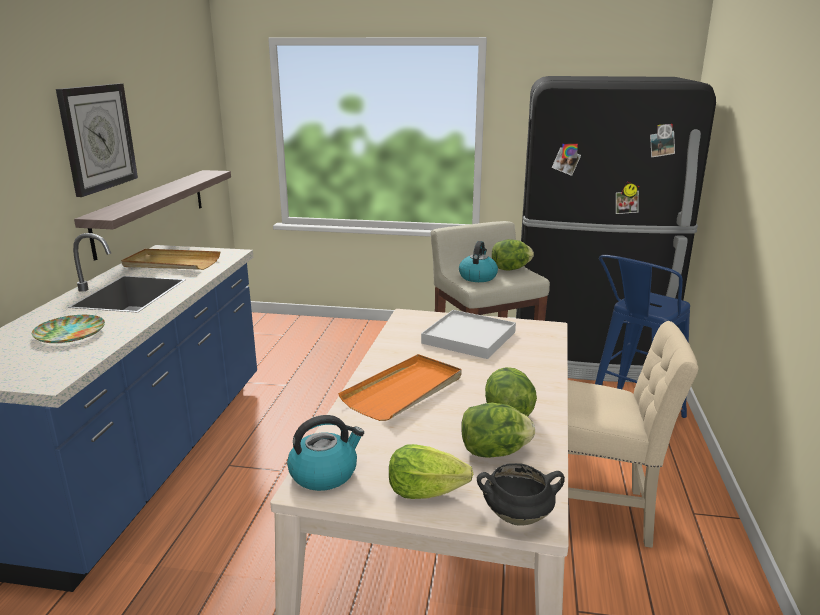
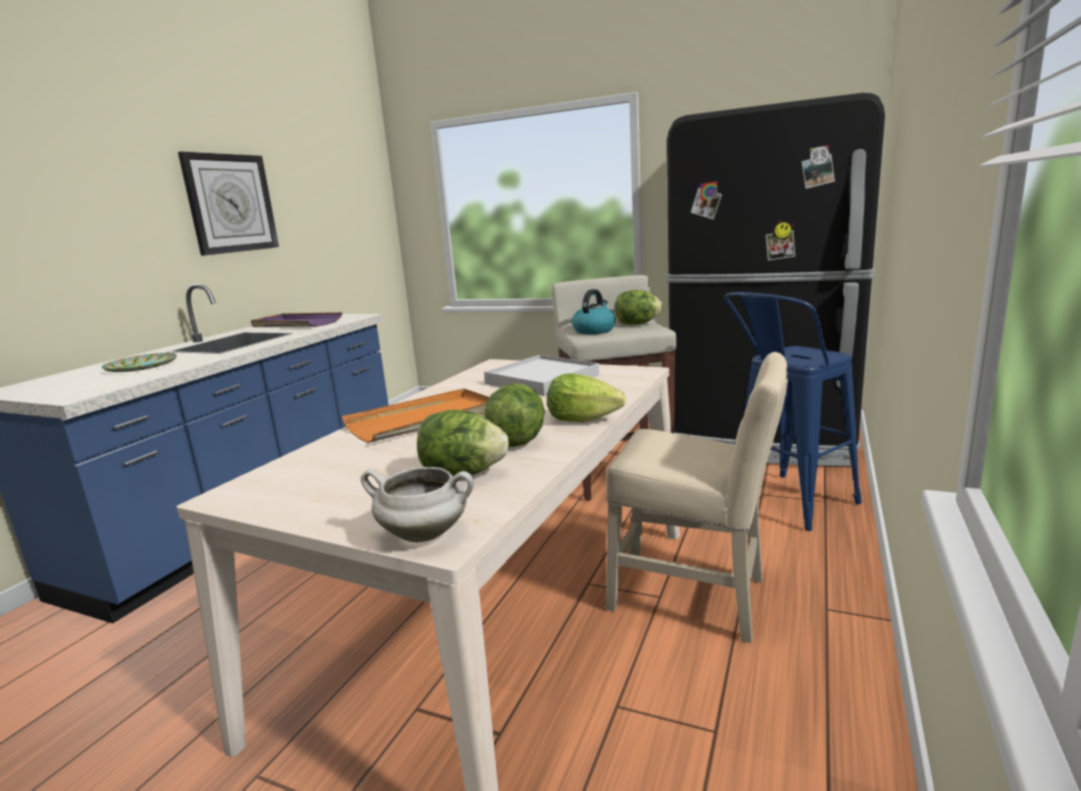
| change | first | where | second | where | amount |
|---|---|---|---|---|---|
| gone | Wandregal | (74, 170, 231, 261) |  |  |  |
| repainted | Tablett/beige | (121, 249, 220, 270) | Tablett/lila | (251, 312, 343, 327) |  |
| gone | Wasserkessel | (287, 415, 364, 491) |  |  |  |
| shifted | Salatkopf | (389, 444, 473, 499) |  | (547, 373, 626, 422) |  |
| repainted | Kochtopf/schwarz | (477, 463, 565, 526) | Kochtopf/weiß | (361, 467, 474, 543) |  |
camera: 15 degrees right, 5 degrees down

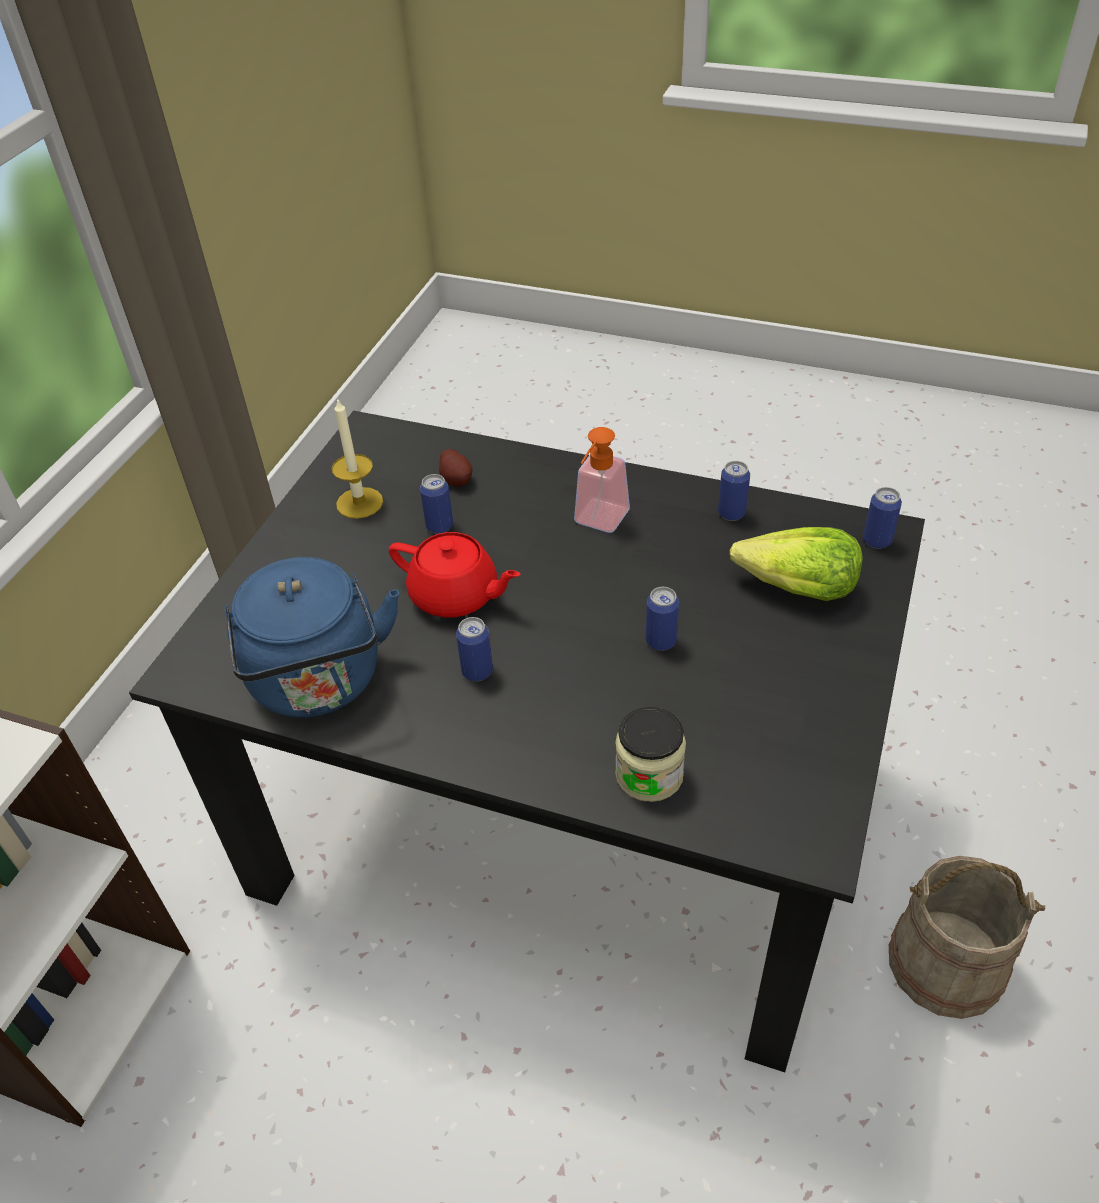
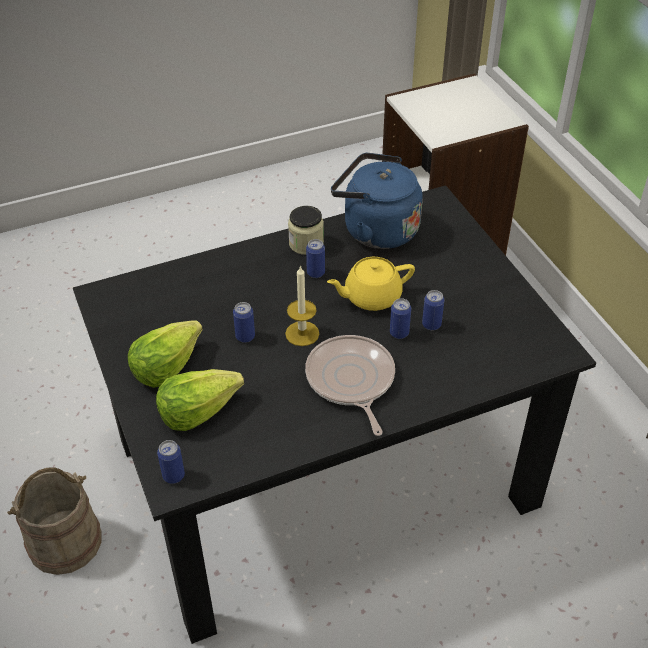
| change | first | where | second | where | amount |
|---|---|---|---|---|---|
| shifted | Kerze | (332, 398, 383, 519) |  | (285, 265, 319, 346) |  |
| repainted | Teekanne/rot | (389, 532, 521, 617) | Teekanne/gelb | (327, 257, 415, 311) |  |
| gone | Kartoffel | (439, 449, 472, 486) |  |  |  |
| swapped | Seifenspender | (574, 427, 630, 533) | Pfanne | (305, 335, 395, 436) |  |
| shifted | Vorratsglas | (615, 707, 686, 802) |  | (288, 206, 324, 255) |  |
| shifted | Dose | (718, 461, 750, 521) |  | (390, 298, 411, 339) |  |
| new |  |  | Salatkopf | (128, 321, 203, 388) |  |
camera: 135 degrees right, 0 degrees up

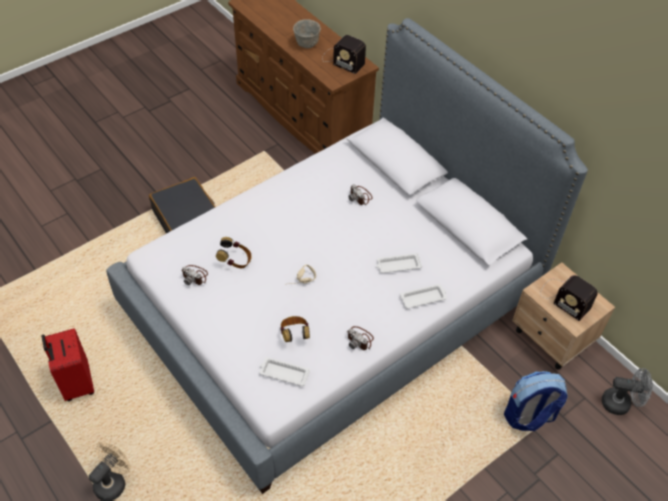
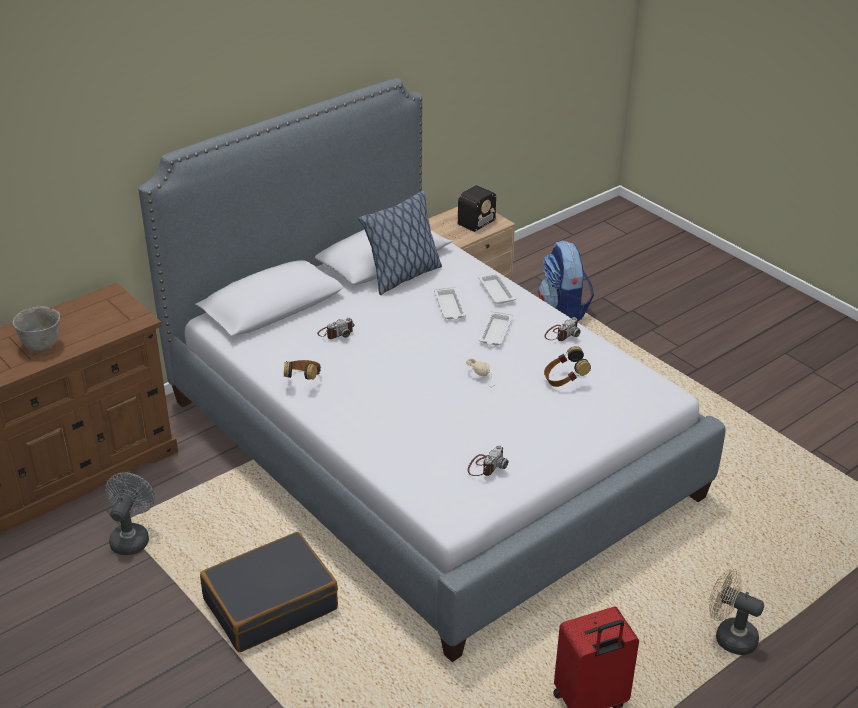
| change | first | where | second | where | amount |
|---|---|---|---|---|---|
| shifted | Kopfhörer | (216, 237, 252, 268) |  | (284, 360, 321, 380) |  |
| shifted | Tablett/weiß | (259, 357, 310, 386) |  | (479, 311, 513, 345) |  |
| gone | Radio | (322, 35, 366, 74) |  |  |  |
| shifted | Ventilator/grau | (602, 368, 653, 415) |  | (105, 472, 155, 555) |  |
| new |  |  | Kissen | (358, 190, 442, 295) |  |
camera: 90 degrees left, 15 degrees down

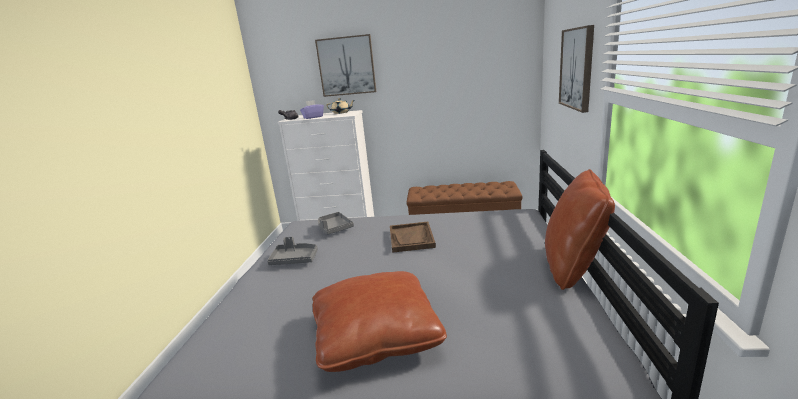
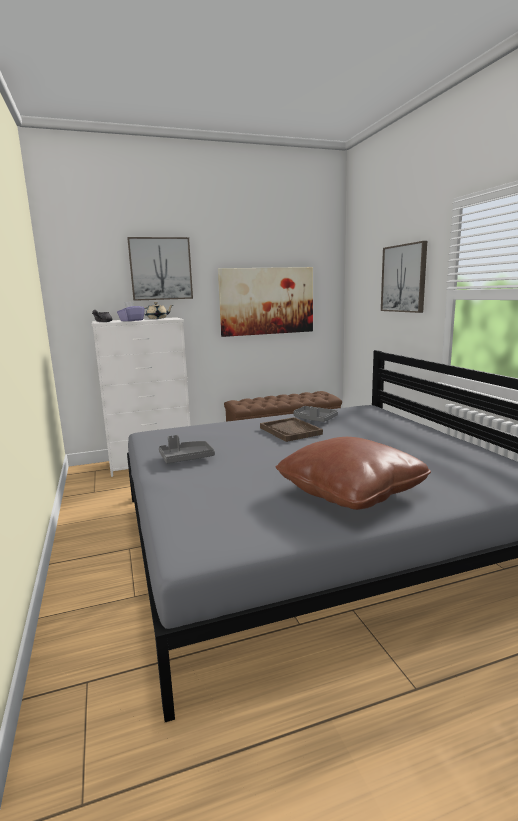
| change | first | where | second | where | amount |
|---|---|---|---|---|---|
| shifted | Tablett/grau | (318, 212, 354, 235) |  | (293, 406, 338, 422) |  |
| gone | Kissen/braun | (545, 169, 615, 290) |  |  |  |
| new |  |  | Bild | (218, 267, 313, 337) |  |
camera: 25 degrees left, 5 degrees down

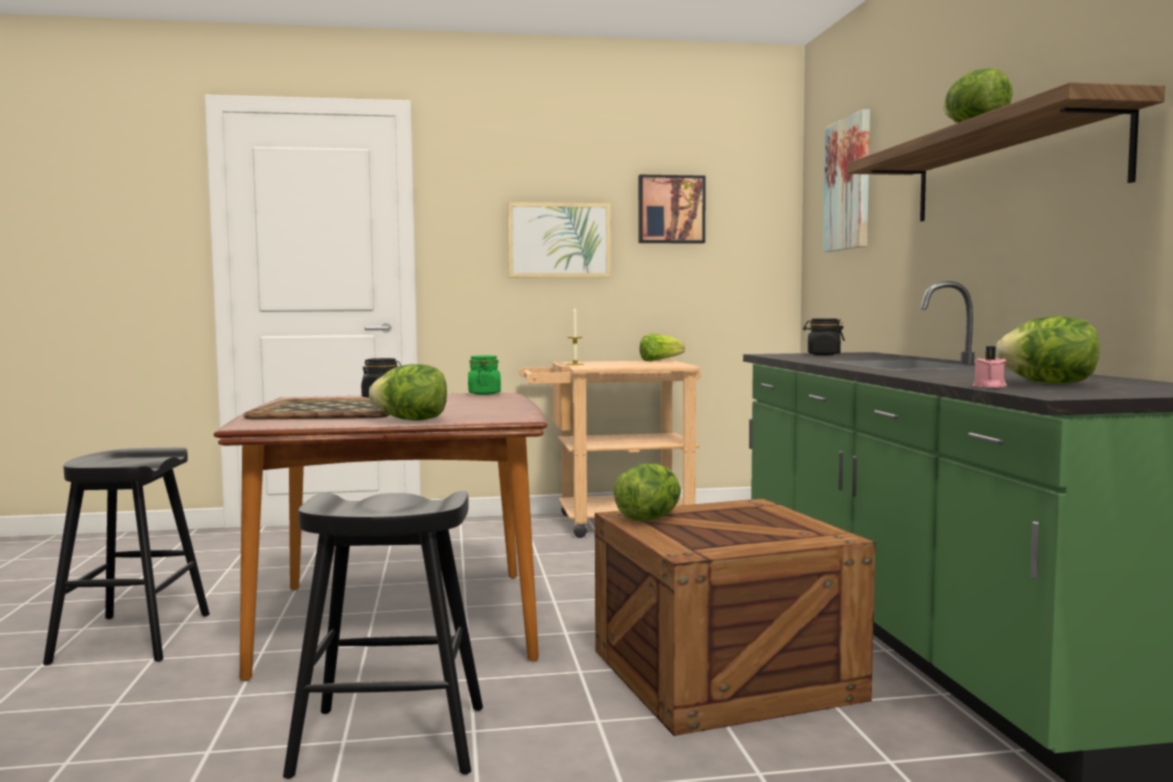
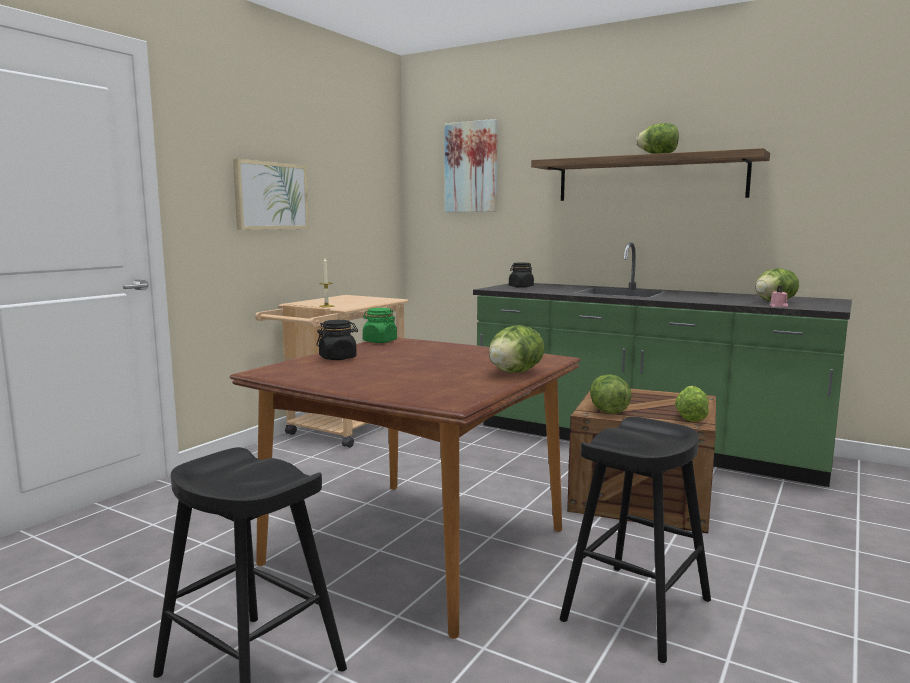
| change | first | where | second | where | amount |
|---|---|---|---|---|---|
| gone | Tablett | (243, 398, 389, 419) |  |  |  |
| gone | Bild | (638, 175, 706, 243) |  |  |  |
| shifted | Salatkopf | (640, 333, 685, 362) |  | (675, 386, 709, 422) |  |
camera: 50 degrees left, 5 degrees up

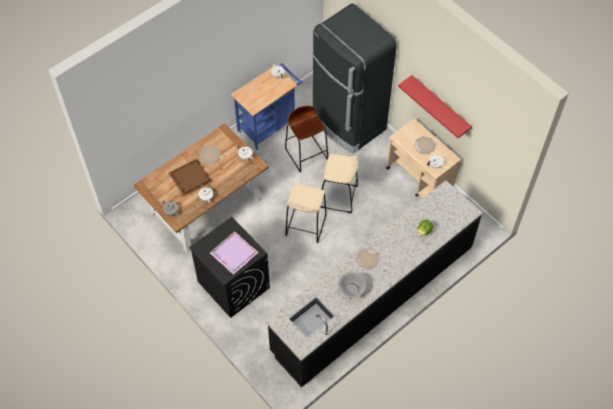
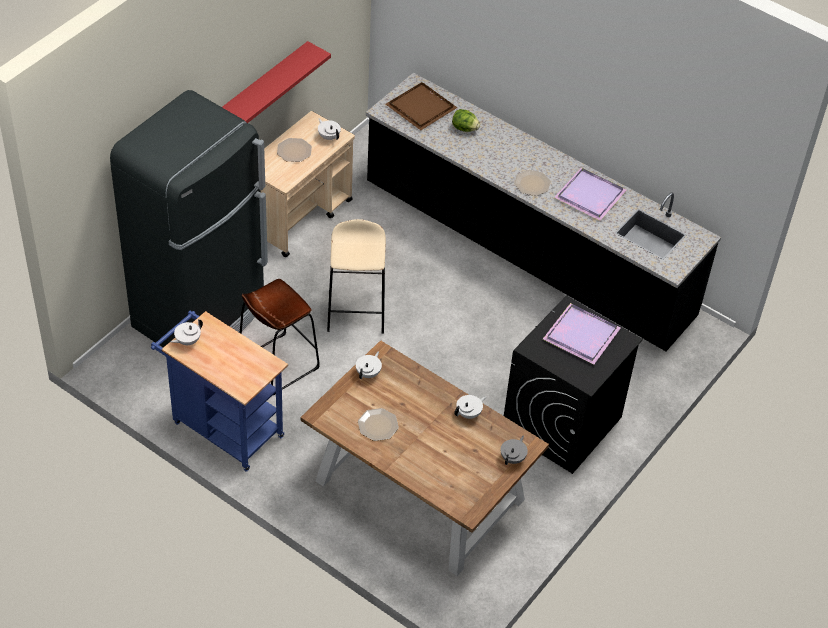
| change | first | where | second | where | amount |
|---|---|---|---|---|---|
| shifted | Tablett/braun | (169, 159, 212, 196) |  | (386, 82, 457, 130) |  |
| gone | Hocker/beige | (285, 184, 327, 243) |  |  |  |
| swapped | Kochtopf | (337, 272, 367, 299) | Tablett/lila | (554, 168, 627, 221) |  |
camera: 105 degrees left, 10 degrees down

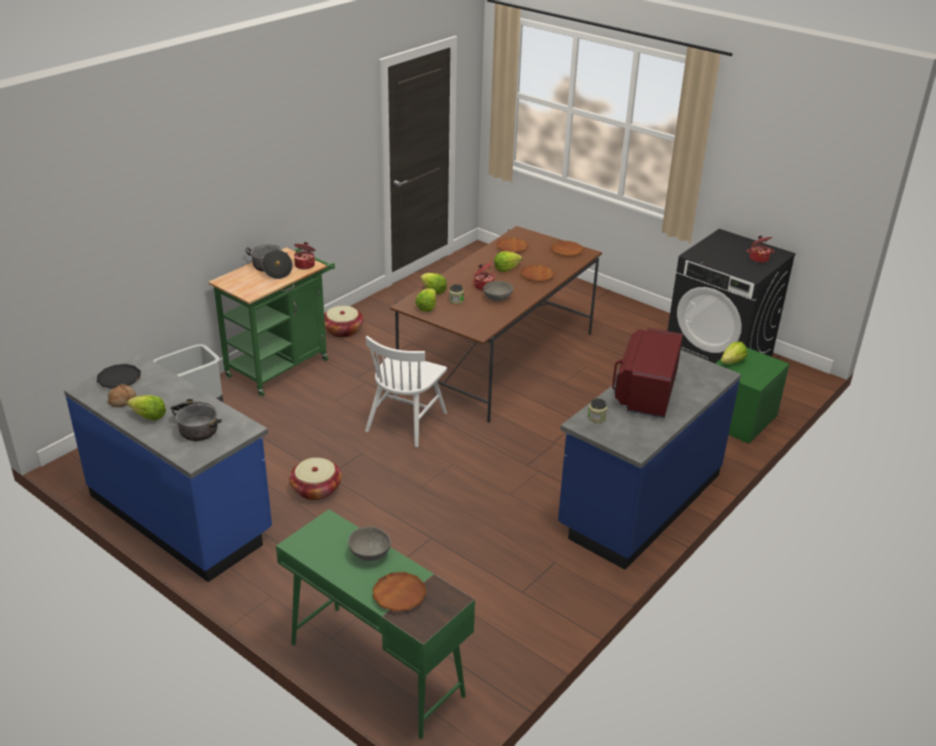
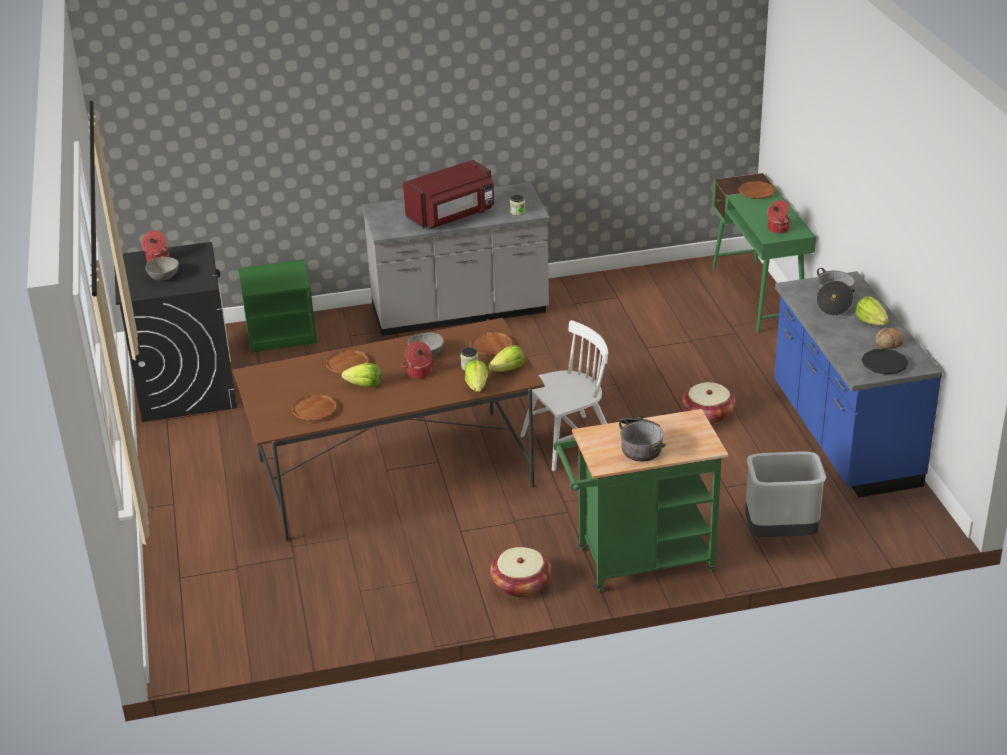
| change | first | where | second | where | amount |
|---|---|---|---|---|---|
| shifted | Kochtopf | (294, 242, 316, 269) |  | (767, 200, 790, 234) |  |
| shifted | Schüssel/grau | (348, 526, 391, 561) |  | (146, 257, 179, 281) |  |
| shifted | Teller/braun | (550, 241, 584, 256) |  | (471, 332, 513, 356) |  |
| repainted | Küchenzeile/blau | (558, 350, 741, 570) | Küchenzeile/grau | (362, 182, 550, 336) |  |
| gone | Salatkopf | (721, 342, 747, 364) |  |  |  |
camera: 140 degrees left, 0 degrees up

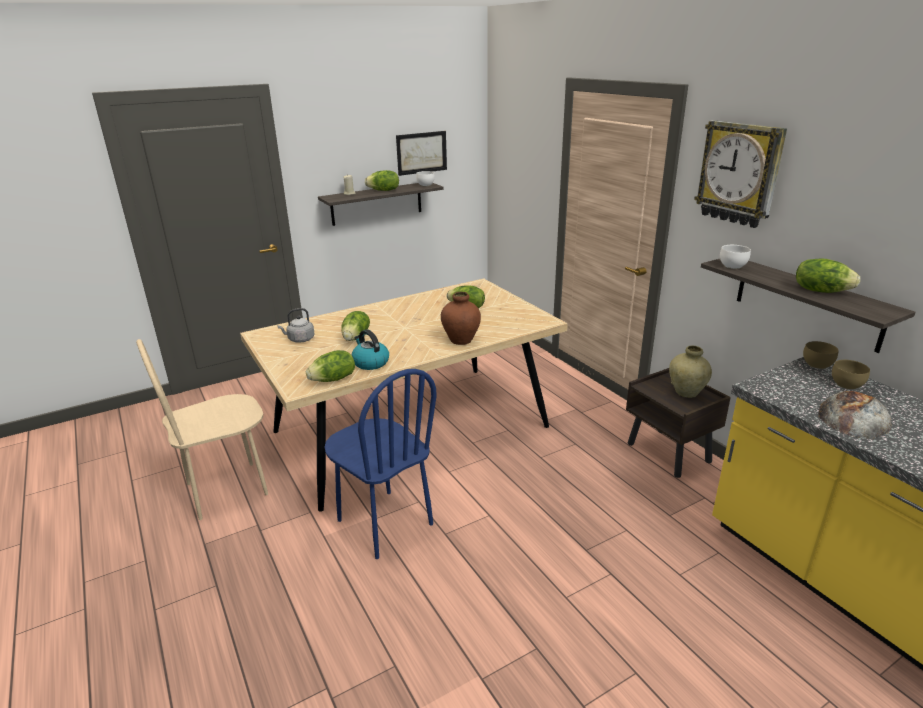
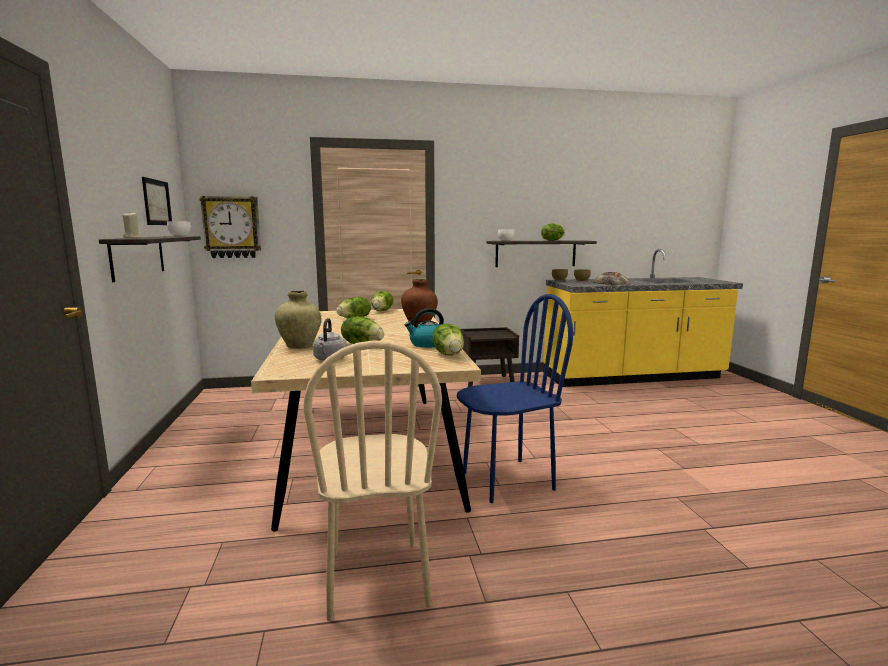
| change | first | where | second | where | amount |
|---|---|---|---|---|---|
| shifted | Salatkopf | (365, 170, 399, 191) |  | (371, 291, 393, 311) |  |
| shifted | Vase/beige | (669, 346, 712, 398) |  | (275, 290, 322, 349) |  |
| shifted | Wanduhr | (694, 120, 787, 228) |  | (199, 196, 261, 258) |  |
camera: 70 degrees left, 15 degrees down

